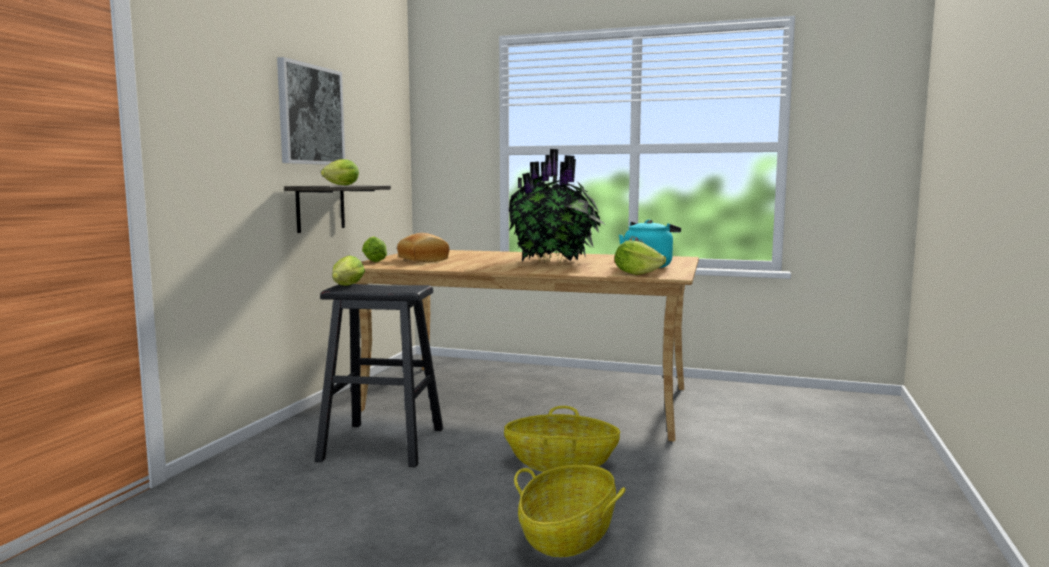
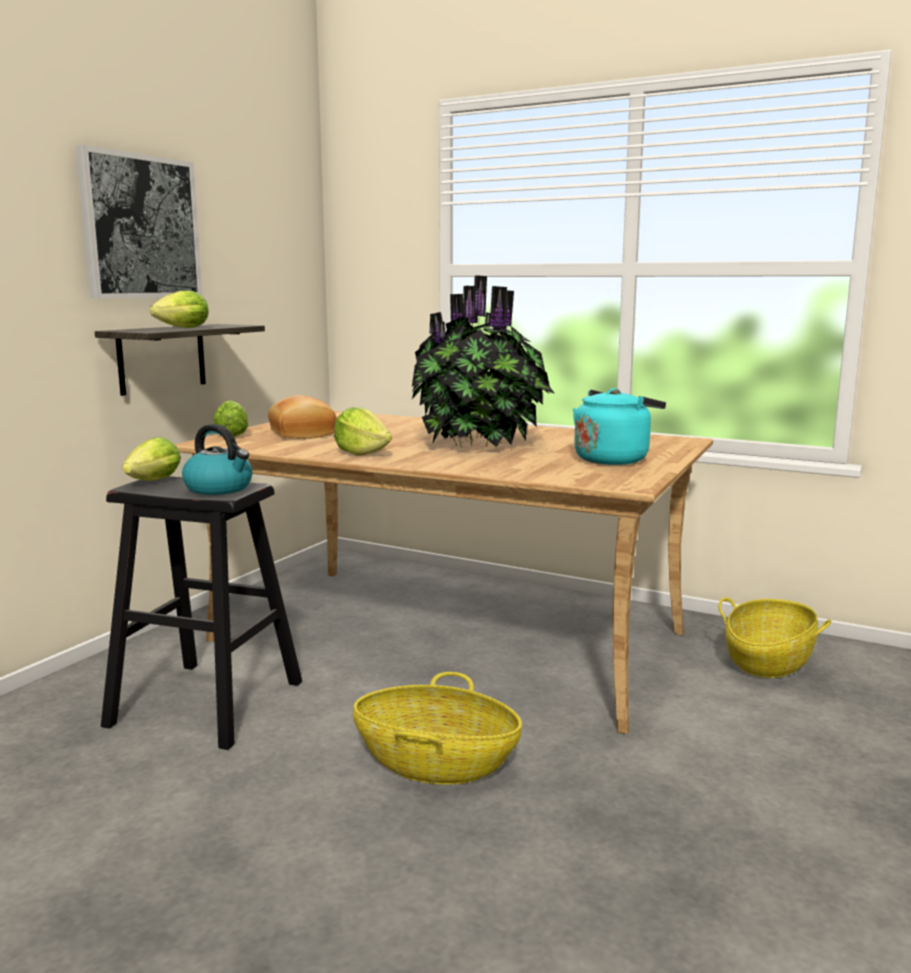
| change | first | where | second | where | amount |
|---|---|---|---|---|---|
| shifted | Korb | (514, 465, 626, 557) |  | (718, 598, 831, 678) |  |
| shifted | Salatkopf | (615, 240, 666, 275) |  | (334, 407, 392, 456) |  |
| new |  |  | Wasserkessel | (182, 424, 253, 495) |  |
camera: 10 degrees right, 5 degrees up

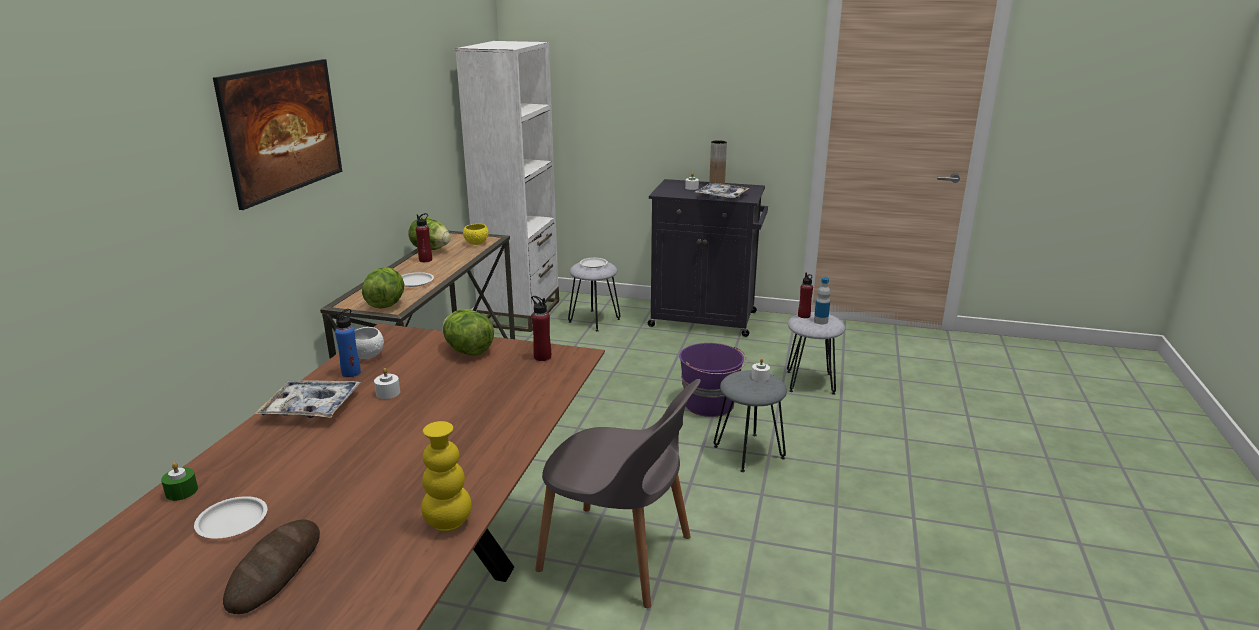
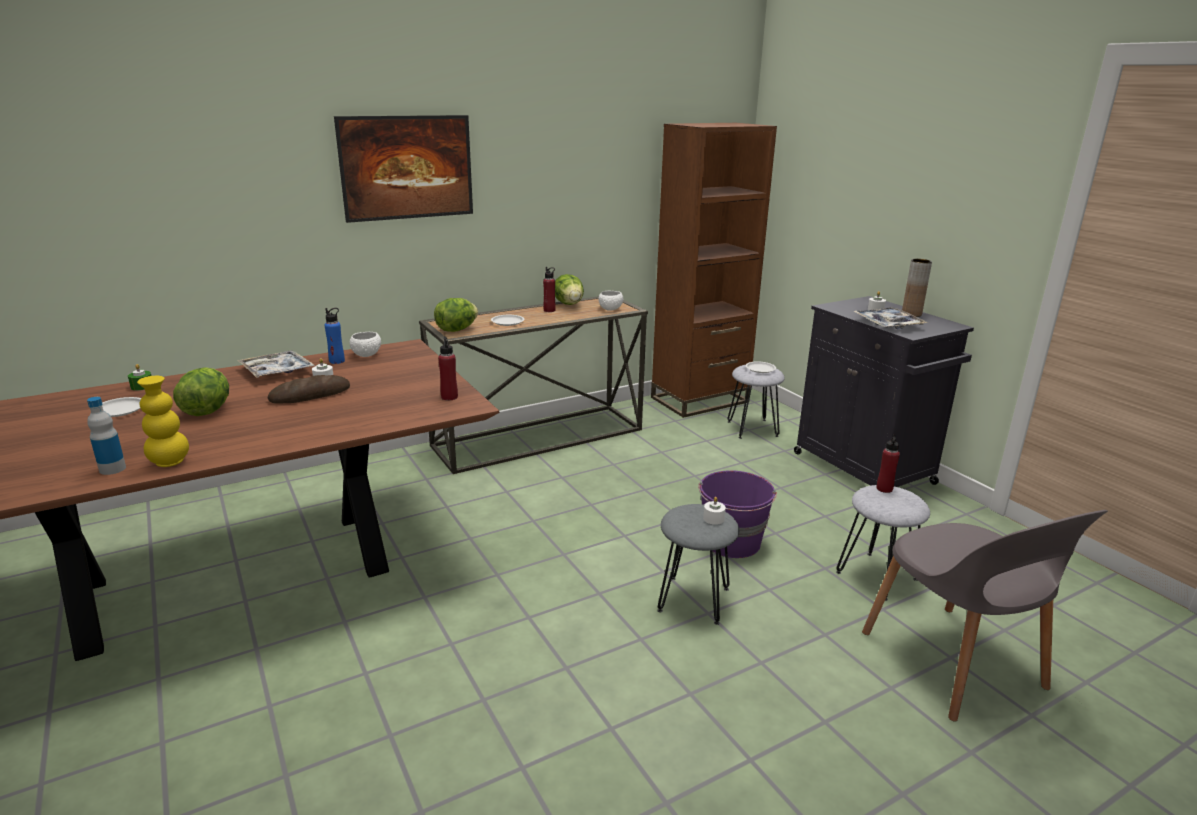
| change | first | where | second | where | amount |
|---|---|---|---|---|---|
| shifted | Brot | (223, 519, 320, 614) |  | (268, 375, 350, 404) |  |
| shifted | Salatkopf | (443, 309, 494, 356) |  | (173, 367, 229, 416) |  |
| repainted | Bücherregal/weiß | (455, 41, 559, 332) | Bücherregal/braun | (651, 123, 777, 418) |  |
| repainted | Schüssel/gelb | (463, 224, 489, 245) | Schüssel/weiß | (599, 291, 623, 311) |  |
| shifted | Stuhl/grau | (535, 379, 701, 608) |  | (862, 510, 1108, 722) |  |
| shifted | Flasche | (814, 277, 831, 324) |  | (87, 397, 126, 475) |  |
camera: 45 degrees right, 0 degrees up

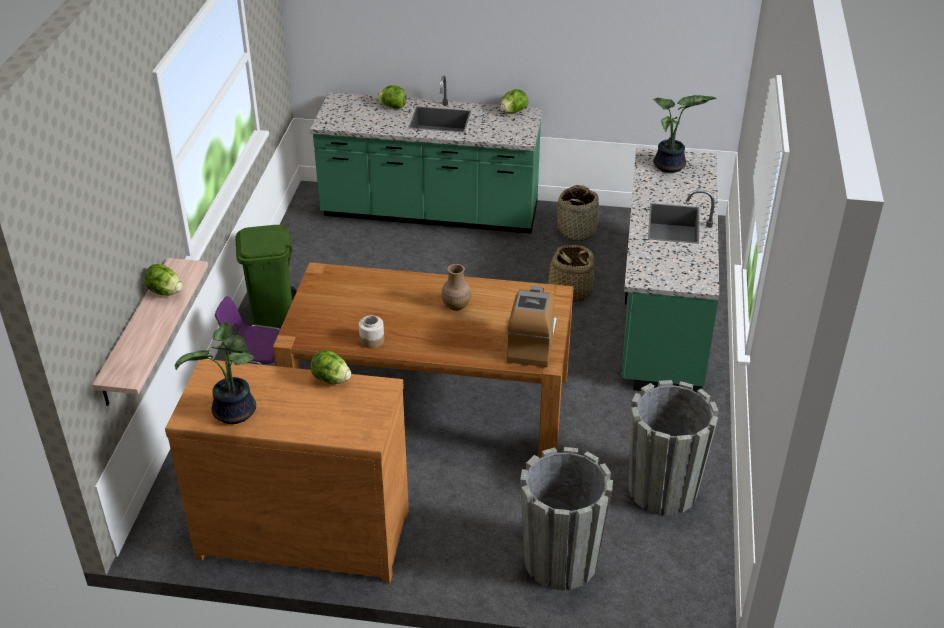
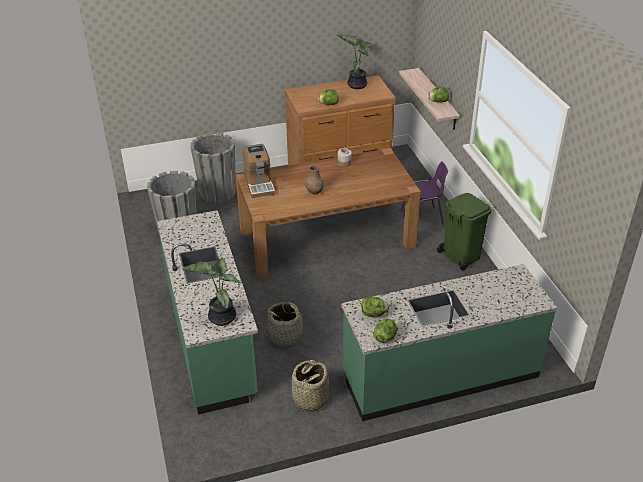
| change | first | where | second | where | amount |
|---|---|---|---|---|---|
| shifted | Salatkopf | (377, 85, 406, 108) |  | (361, 296, 389, 317) |  |
camera: 155 degrees right, 0 degrees up

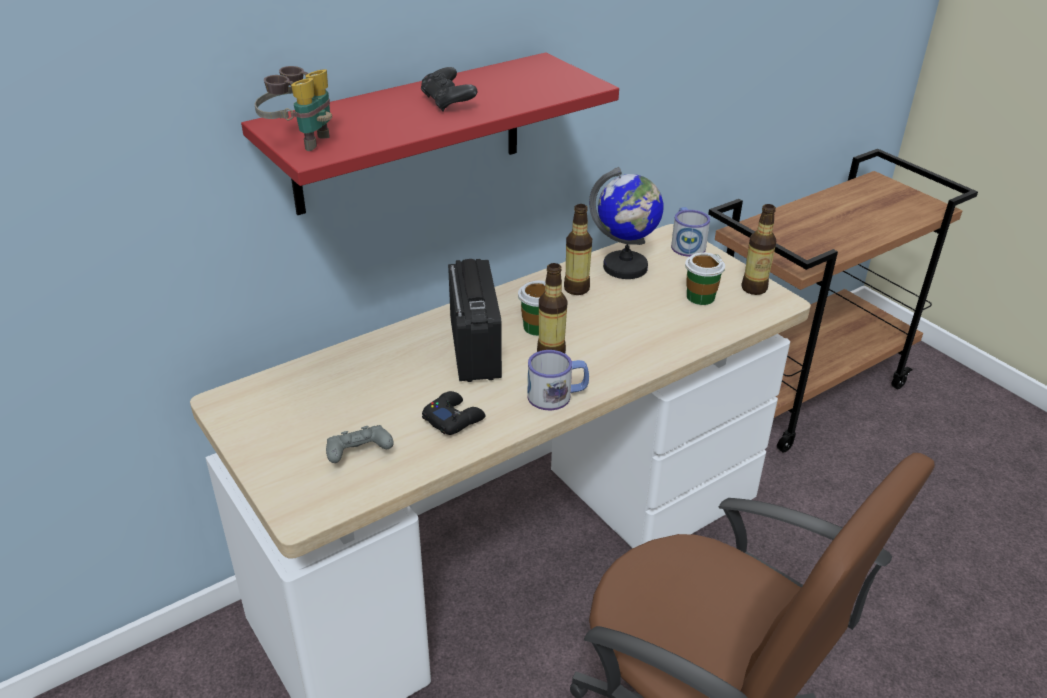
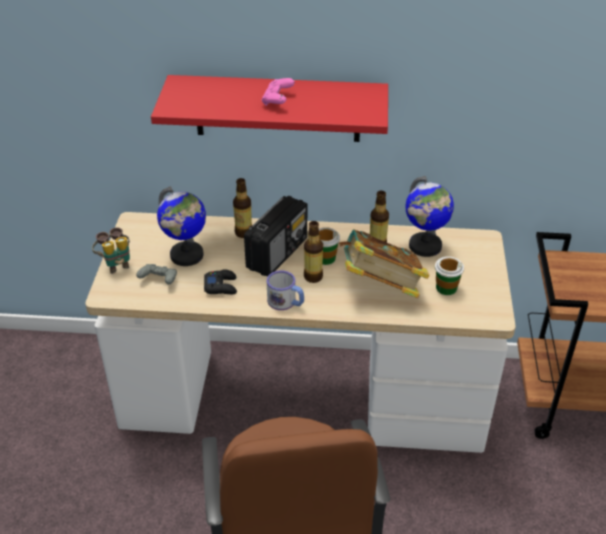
| change | first | where | second | where | amount |
|---|---|---|---|---|---|
| shifted | Fernglas | (254, 66, 332, 151) |  | (92, 227, 130, 274) |  |
| repainted | Gamepad/schwarz | (421, 67, 477, 111) | Gamepad/rosa | (262, 78, 295, 106) |  |
| gone | Henkelbecher | (671, 207, 710, 257) |  |  |  |
| shifted | Flasche | (741, 204, 776, 295) |  | (233, 178, 252, 238) |  |
| new |  |  | Globus | (157, 186, 206, 266) |  |
| new |  |  | Buch | (339, 229, 430, 298) |  |
camera: 40 degrees right, 5 degrees up

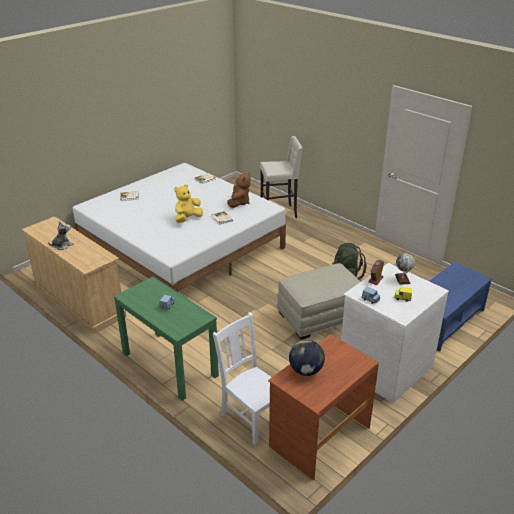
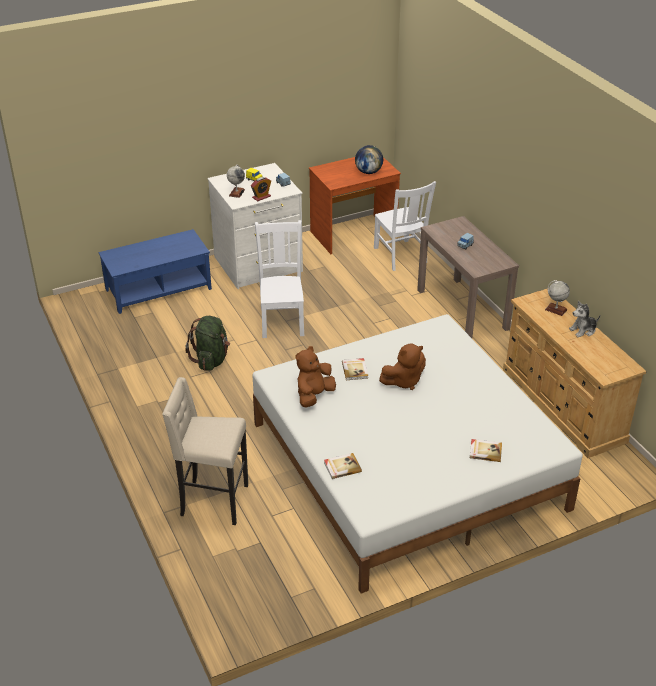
| change | first | where | second | where | amount |
|---|---|---|---|---|---|
| repainted | Konsolentisch/grün | (114, 277, 219, 401) | Konsolentisch/braun | (417, 216, 519, 338) |  |
| repainted | Plüschtier/gelb | (174, 184, 203, 223) | Plüschtier/braun | (379, 343, 426, 390) |  |
| swapped | Polsterhocker/beige | (277, 263, 360, 340) | Stuhl/weiß | (255, 220, 304, 338) |  |
| new |  |  | Globus | (545, 280, 570, 316) |  |
camera: 160 degrees left, 5 degrees up

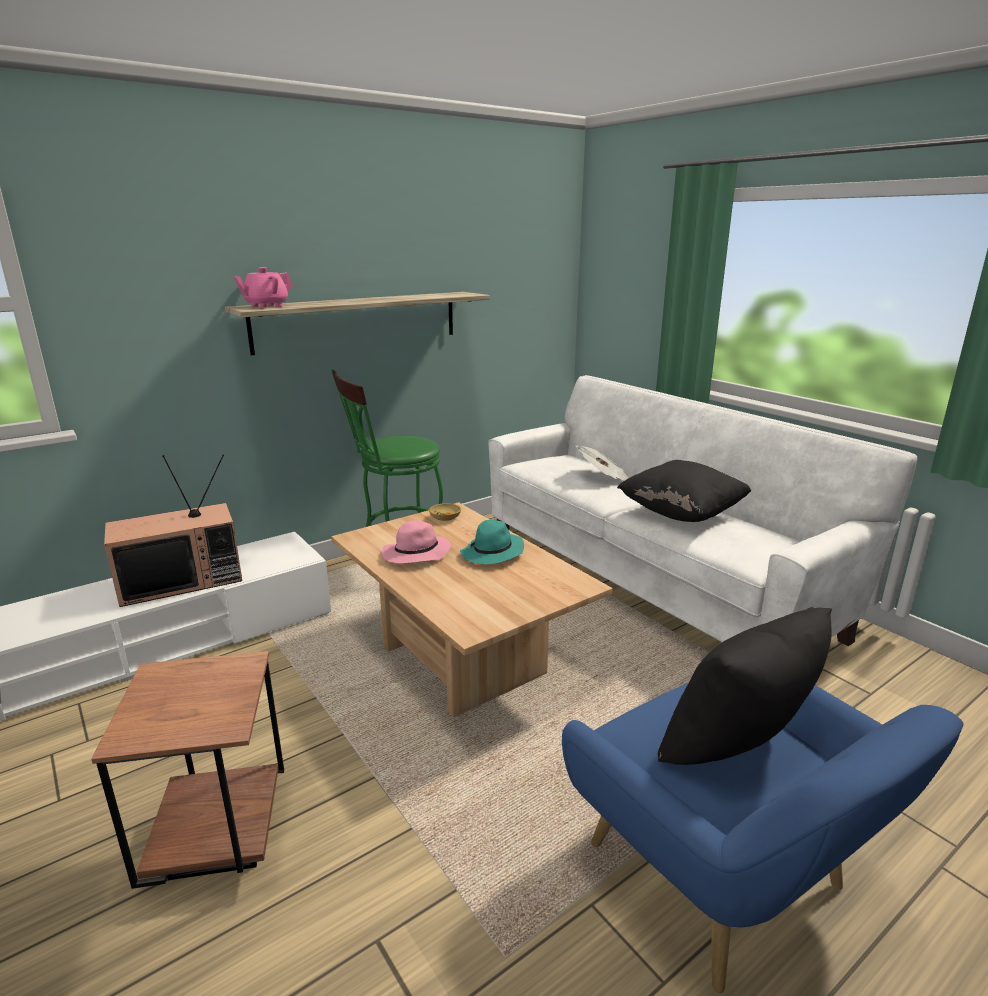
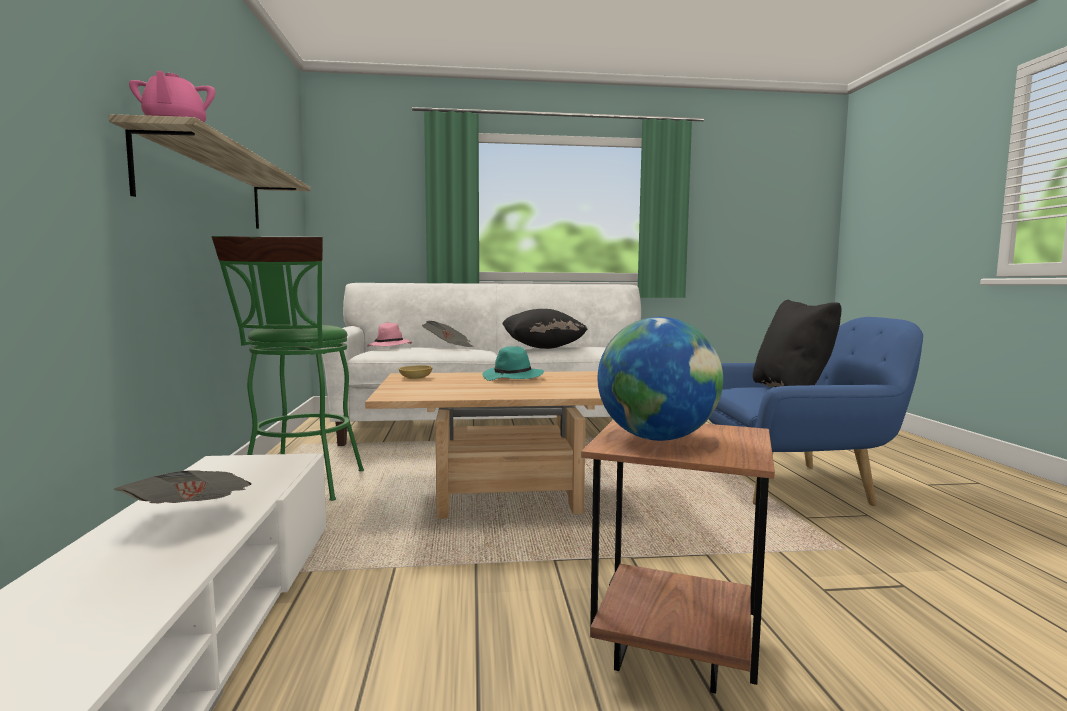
| change | first | where | second | where | amount |
|---|---|---|---|---|---|
| swapped | Fernseher | (104, 455, 242, 607) | Zeitung | (114, 470, 252, 503) |  |
| shifted | Hut/rosa | (382, 520, 451, 564) |  | (367, 323, 412, 347) |  |
| new |  |  | Globus | (598, 317, 723, 441) |  |
camera: 60 degrees left, 15 degrees down

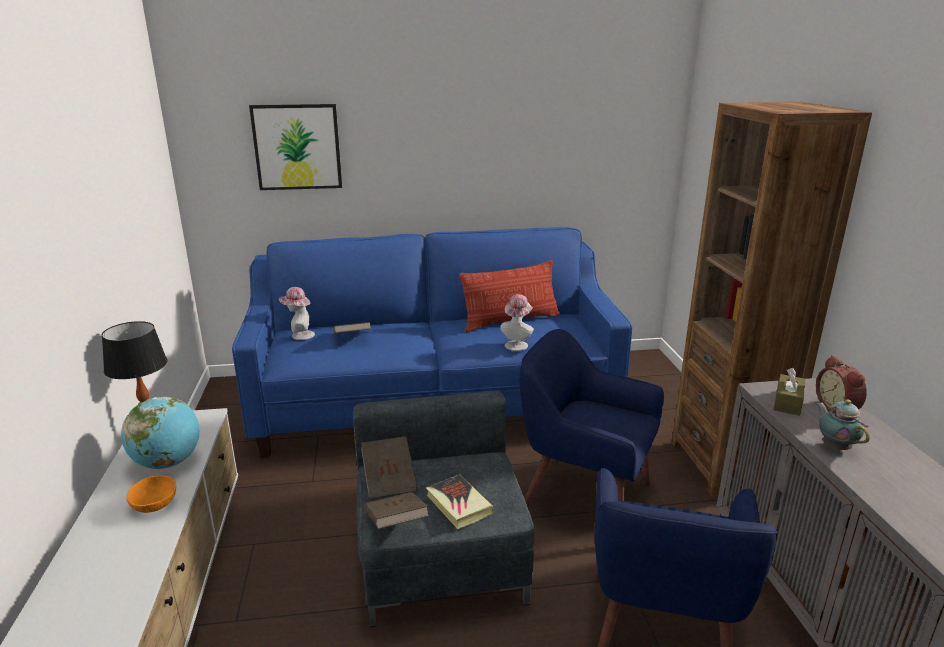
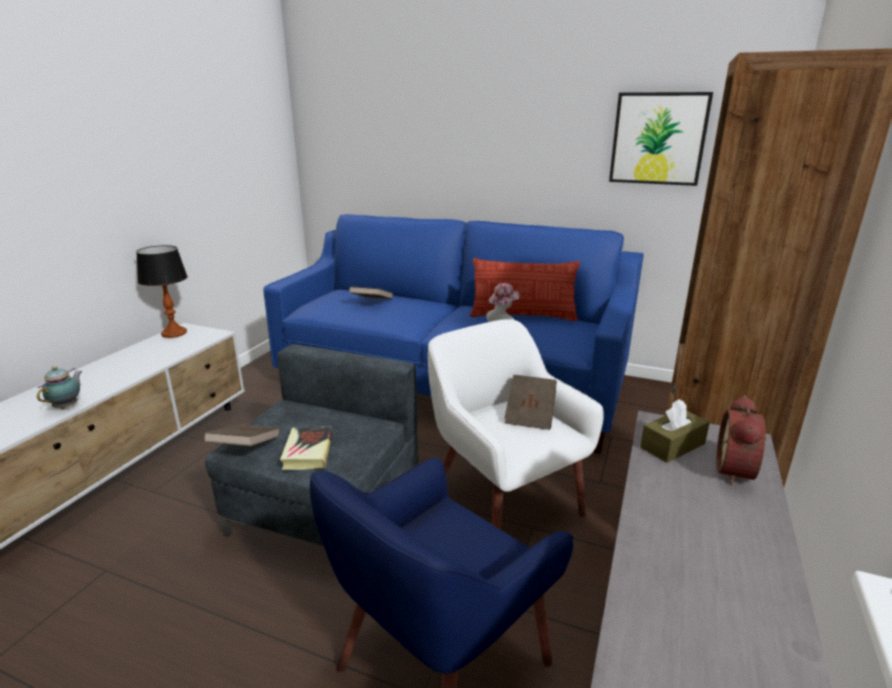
| change | first | where | second | where | amount |
|---|---|---|---|---|---|
| gone | Globus | (121, 397, 200, 469) |  |  |  |
| gone | Schüssel/orange | (126, 476, 176, 513) |  |  |  |
| shifted | Bild | (249, 104, 342, 190) |  | (609, 92, 713, 186) |  |
| gone | Hut | (279, 287, 315, 340) |  |  |  |
| shifted | Buch/braun | (361, 436, 417, 499) |  | (505, 375, 557, 430) |  |
| repainted | Sessel/blau | (520, 329, 664, 507) | Sessel/weiß | (428, 319, 604, 530) |  |
| shifted | Teekanne | (816, 399, 870, 451) |  | (37, 366, 82, 409) |  |
camera: 30 degrees right, 0 degrees up

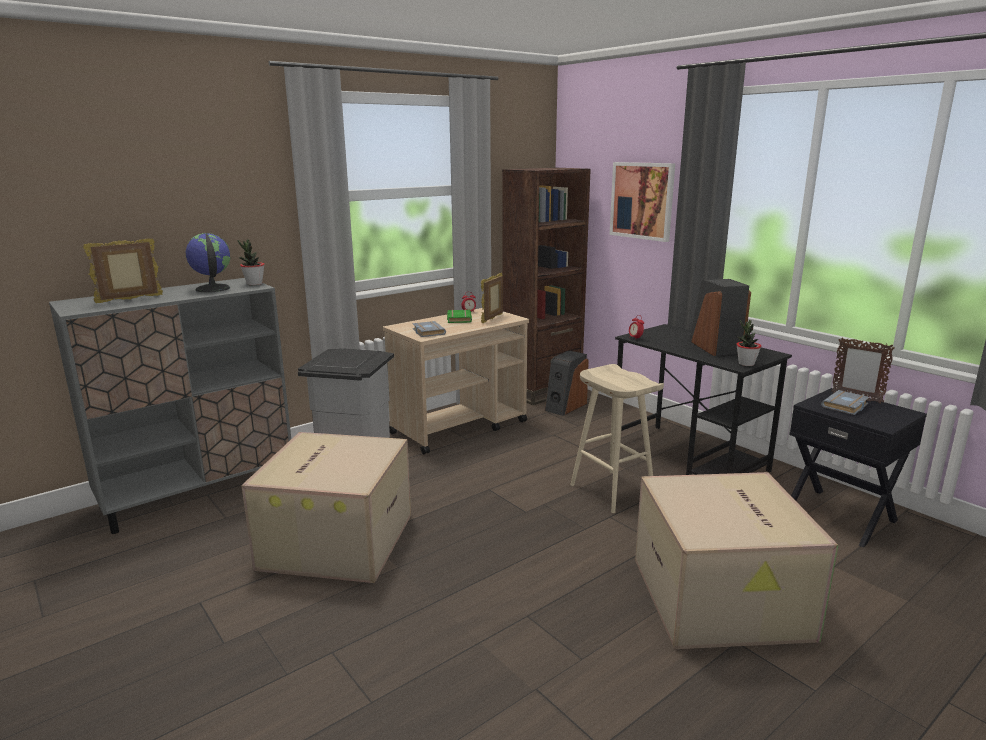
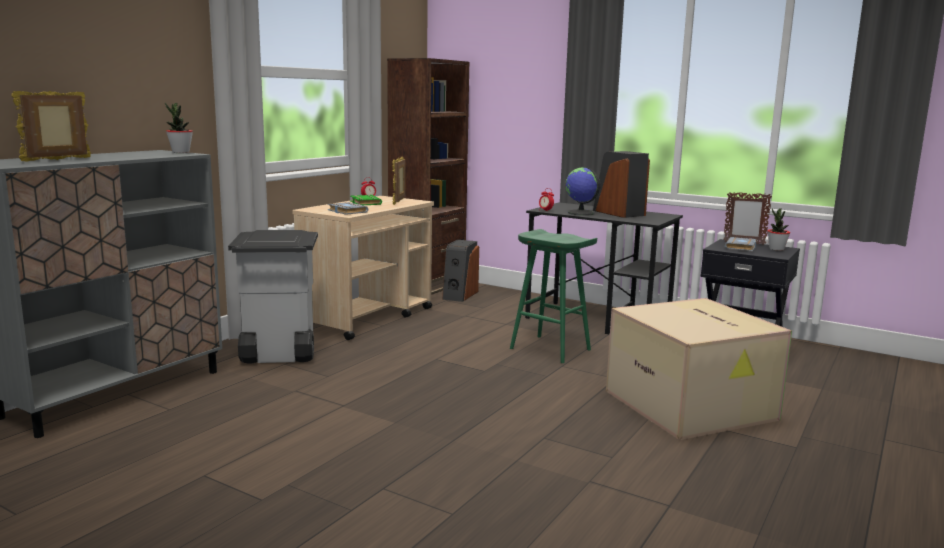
| change | first | where | second | where | amount |
|---|---|---|---|---|---|
| shifted | Globus | (186, 233, 230, 292) |  | (566, 167, 601, 216) |  |
| gone | Karton | (241, 432, 411, 583) |  |  |  |
| repainted | Hocker/beige | (570, 364, 664, 513) | Hocker/grün | (510, 229, 597, 363) |  |
| gone | Bild | (610, 162, 675, 242) |  |  |  |
| shifted | Topfpflanze | (736, 320, 761, 366) |  | (768, 208, 790, 251) |  |
camera: 20 degrees left, 5 degrees down

